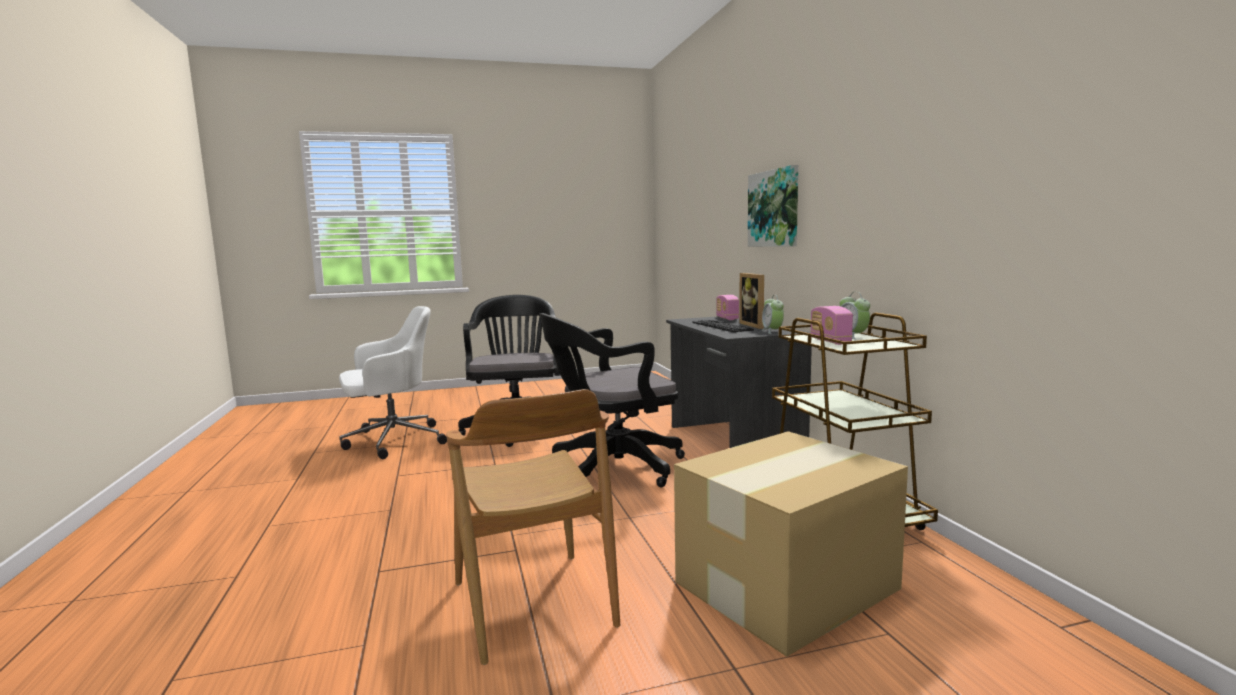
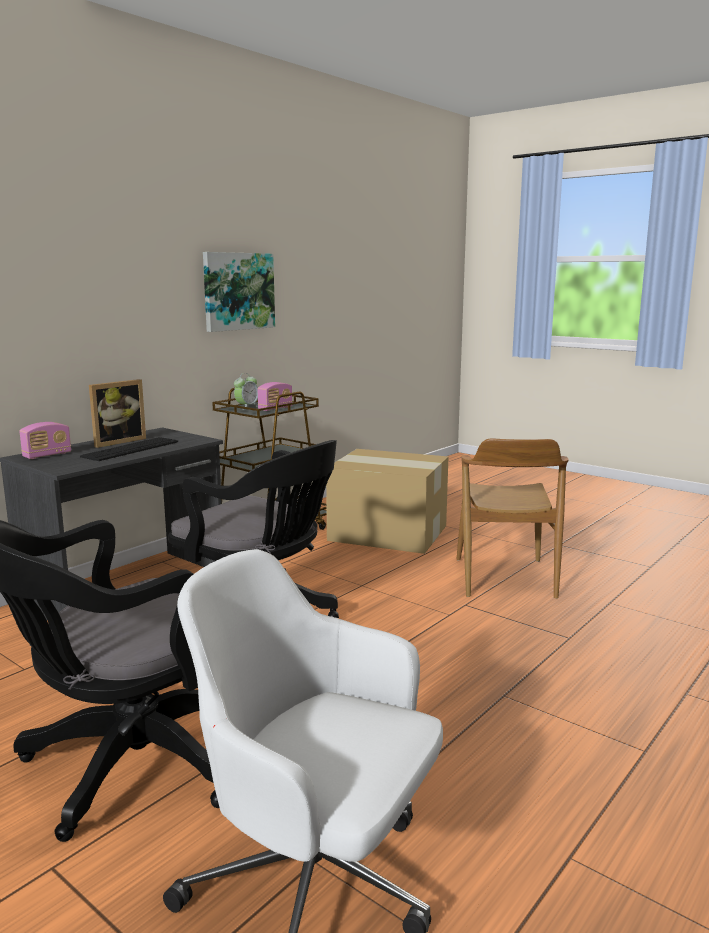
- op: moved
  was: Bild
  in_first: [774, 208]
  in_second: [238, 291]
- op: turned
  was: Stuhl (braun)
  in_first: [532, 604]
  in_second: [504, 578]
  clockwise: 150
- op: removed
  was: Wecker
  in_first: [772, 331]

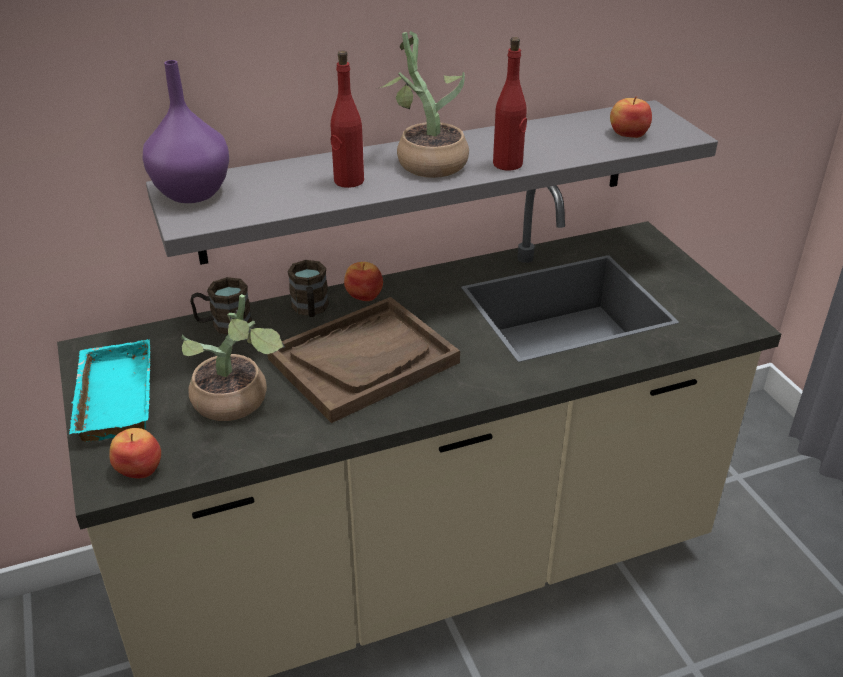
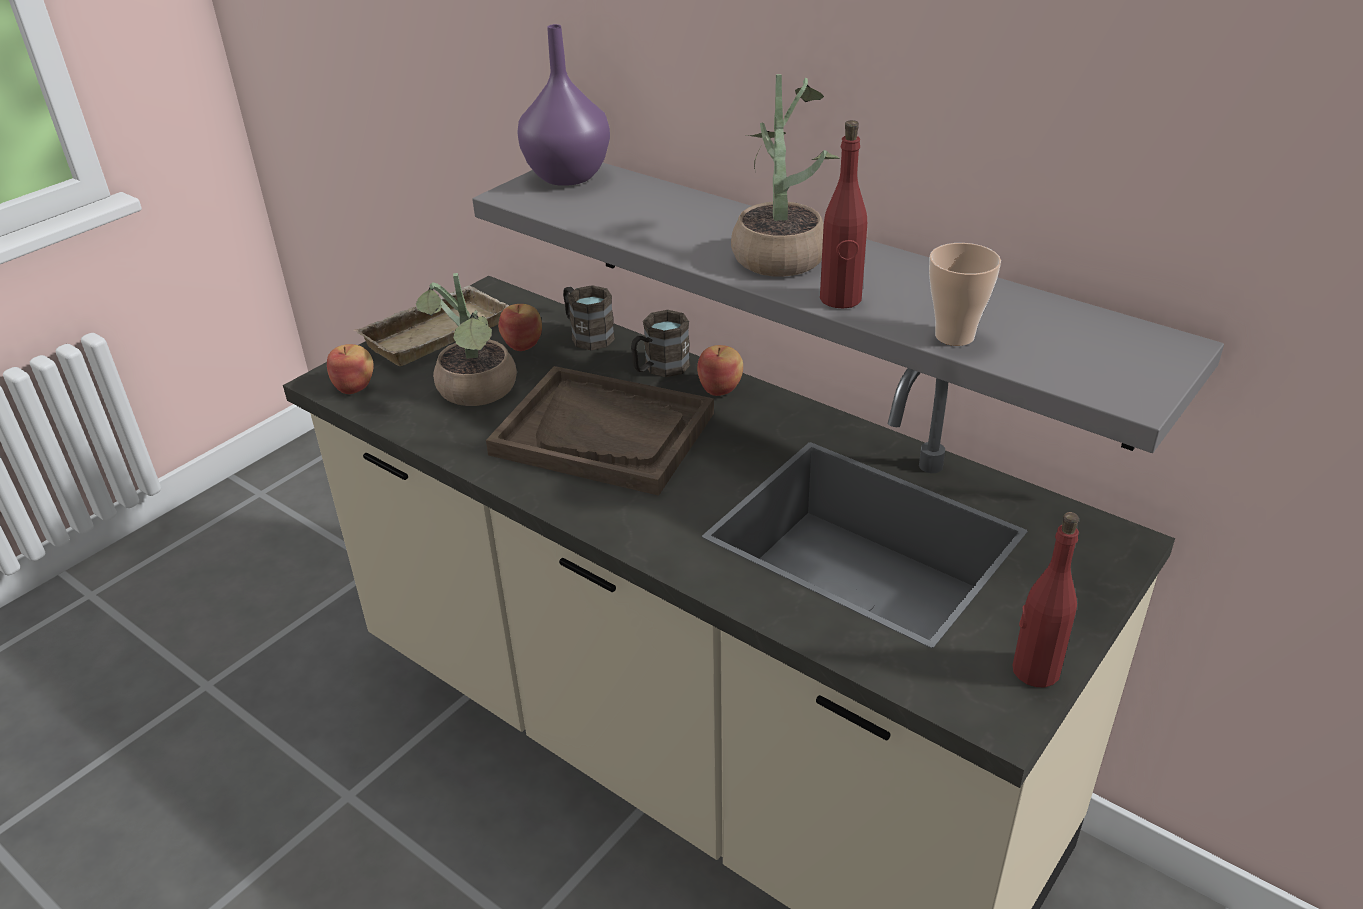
- op: recoloured
  was: Tablett (türkis)
  now: Tablett (beige)
  in_first: [111, 397]
  in_second: [435, 332]
- op: moved
  was: Apfel
  in_first: [628, 133]
  in_second: [523, 343]
- op: added
  now: Tasse
  in_second: [954, 336]
- op: moved
  was: Flasche (rot)
  in_first: [348, 181]
  in_second: [1035, 670]

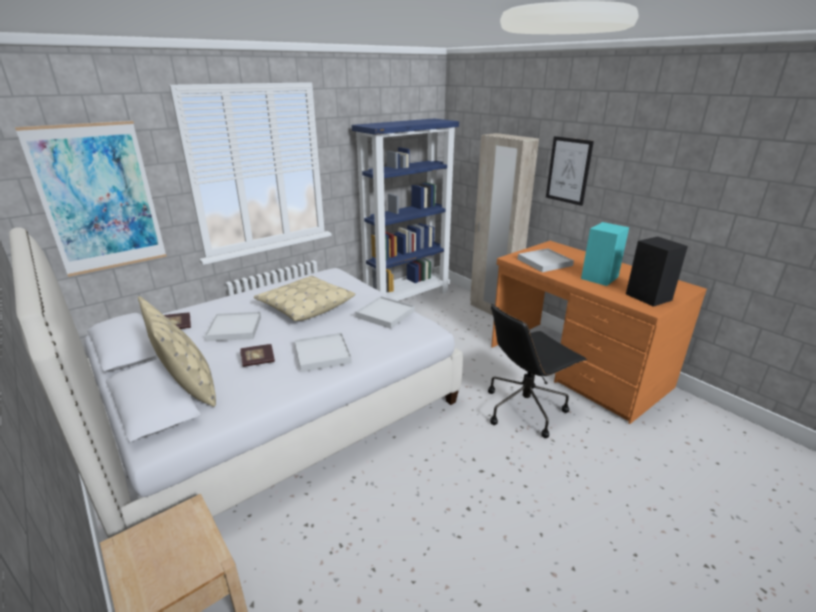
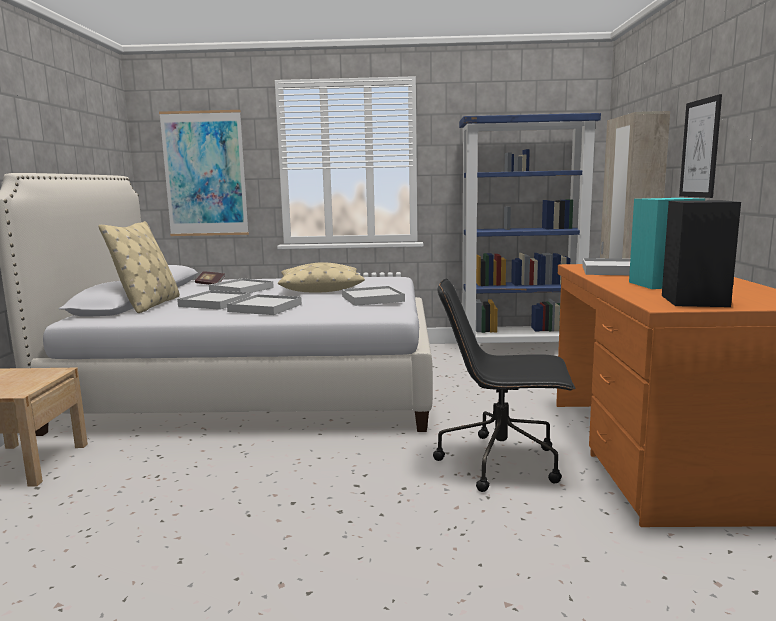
- op: replaced
  was: Buch
  now: Tablett (weiß)
  in_first: [258, 361]
  in_second: [215, 303]

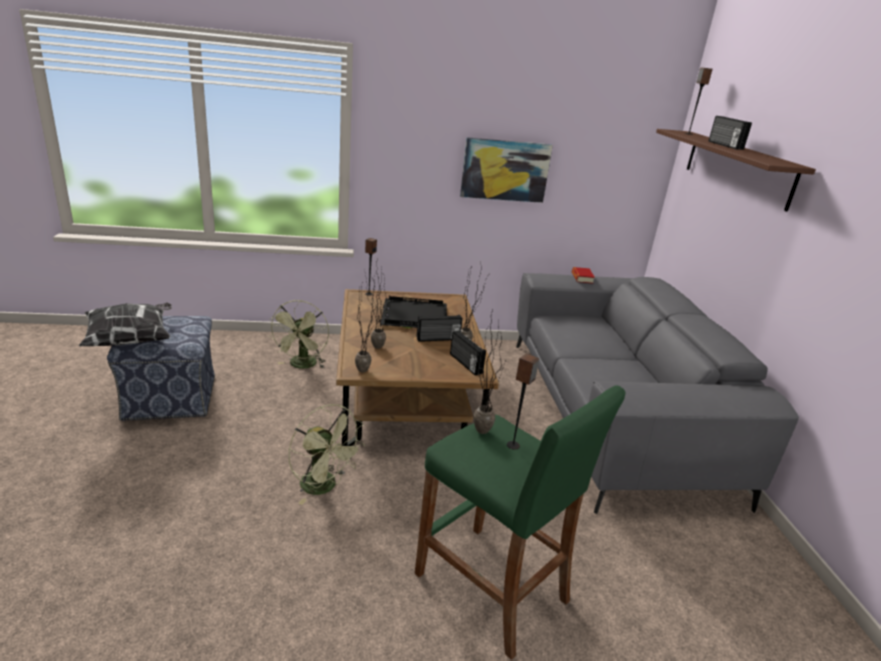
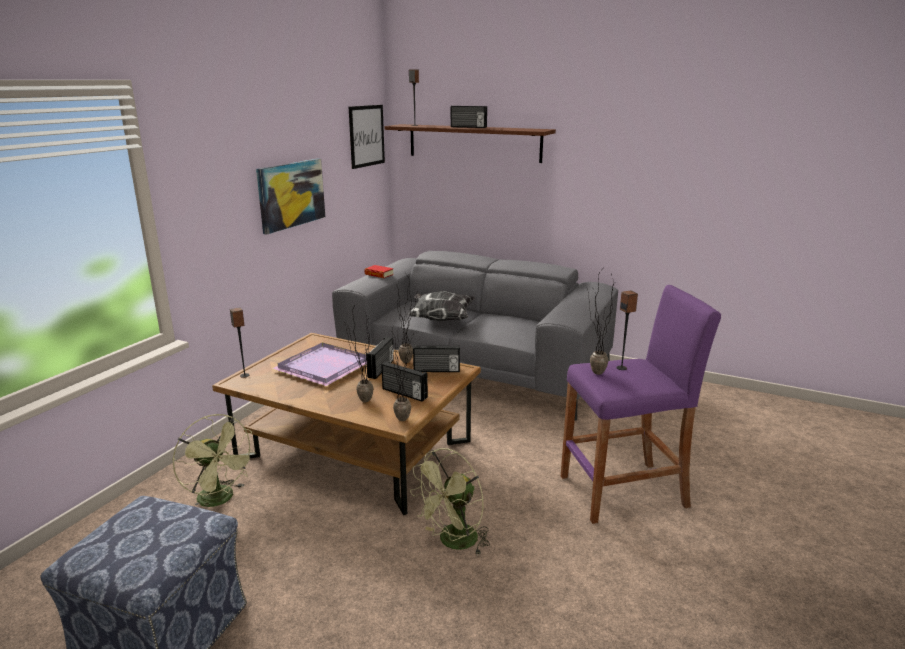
- op: recoloured
  was: Tablett (schwarz)
  now: Tablett (lila)
  in_first: [413, 315]
  in_second: [322, 367]
- op: added
  now: Bild
  in_second: [366, 136]
- op: added
  now: Radio
  in_second: [404, 393]
- op: moved
  was: Kissen
  in_first: [131, 340]
  in_second: [441, 319]
- op: turned
  was: Ventilator (grün)
  in_first: [324, 487]
  in_second: [453, 542]
  clockwise: 150
- op: recoloured
  was: Hocker (grün)
  now: Hocker (lila)
  in_first: [491, 587]
  in_second: [624, 491]

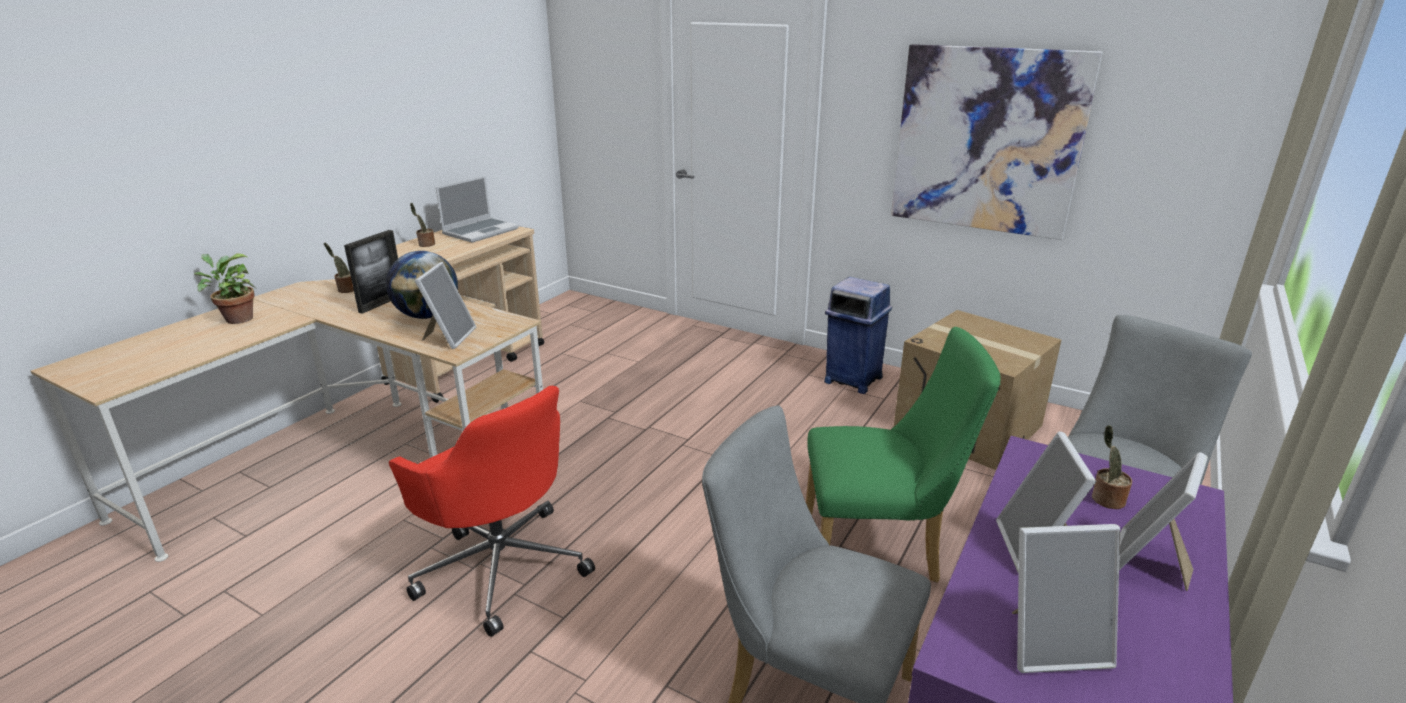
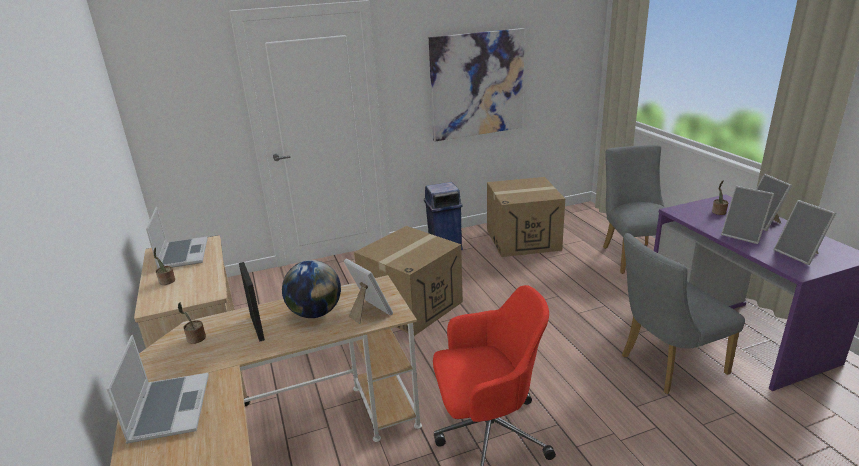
- op: replaced
  was: Topfpflanze
  now: Laptop
  in_first: [236, 319]
  in_second: [169, 408]
- op: added
  now: Karton
  in_second: [411, 305]
- op: turned
  was: Bilderrahmen
  in_first: [1051, 643]
  in_second: [799, 254]
  clockwise: 120
- op: removed
  was: Stuhl (grün)
  in_first: [880, 548]

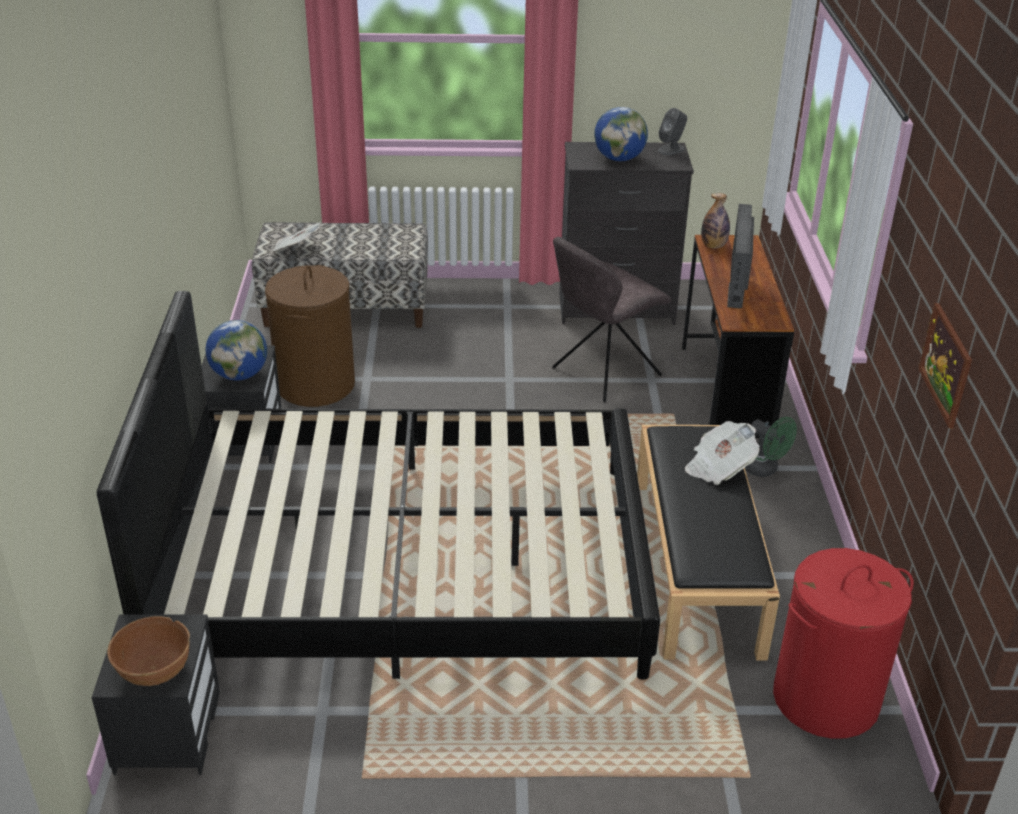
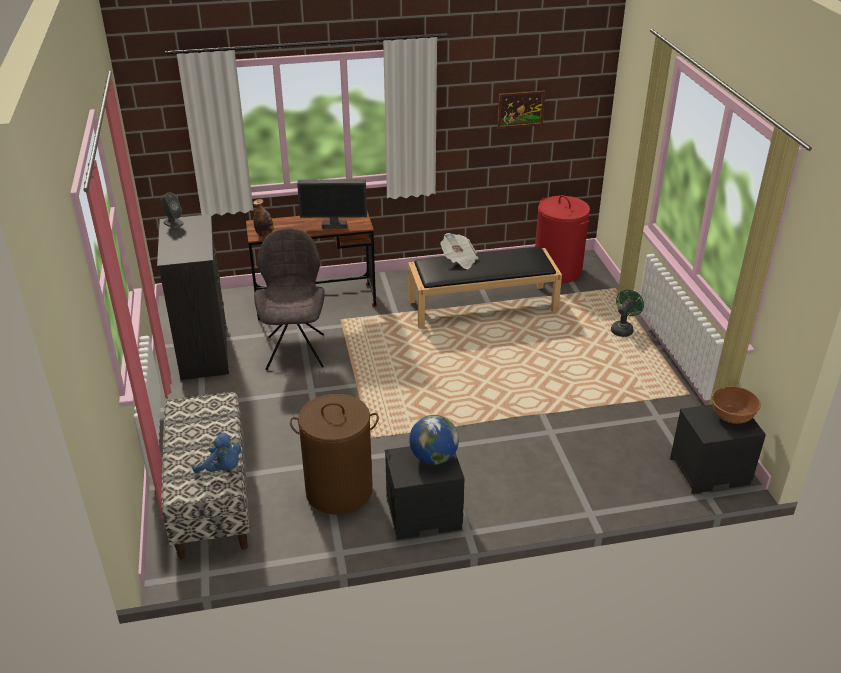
- op: replaced
  was: Zeitung
  now: Plüschtier (blau)
  in_first: [296, 250]
  in_second: [222, 468]
- op: turned
  was: Stuhl (grau)
  in_first: [603, 373]
  in_second: [296, 350]
  clockwise: -135
- op: moved
  was: Ventilator (grün)
  in_first: [765, 469]
  in_second: [623, 329]
- op: removed
  was: Bett (schwarz)
  in_first: [405, 564]
- op: removed
  was: Globus
  in_first: [619, 158]

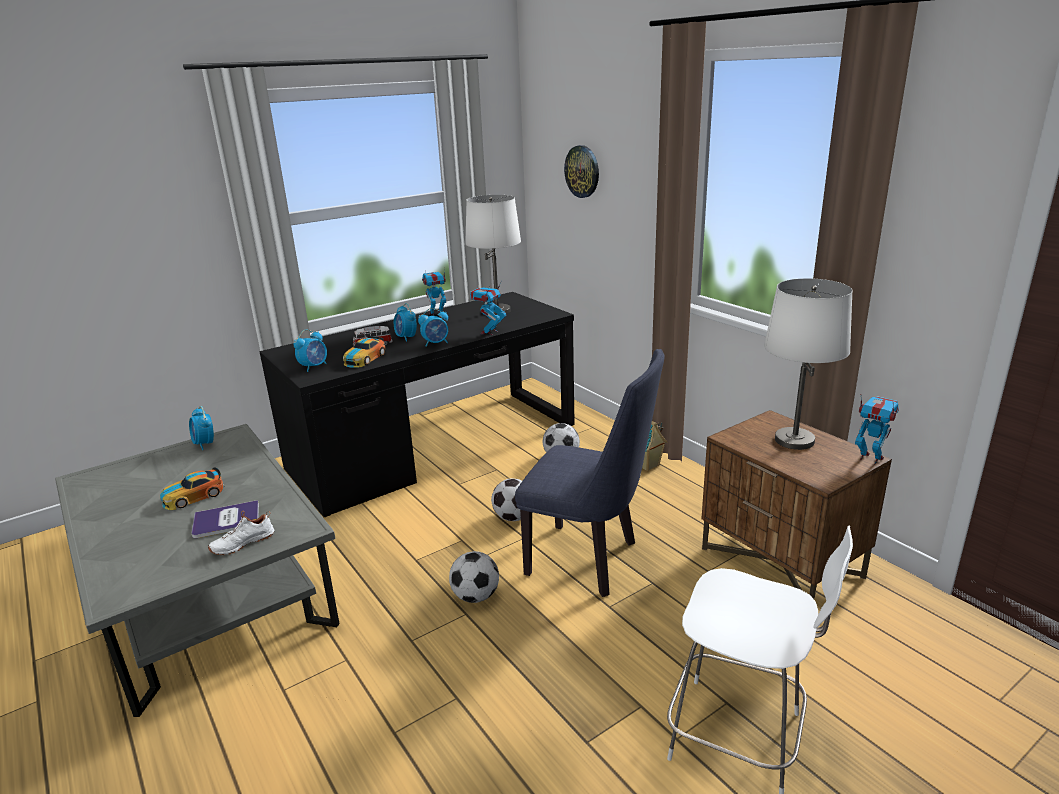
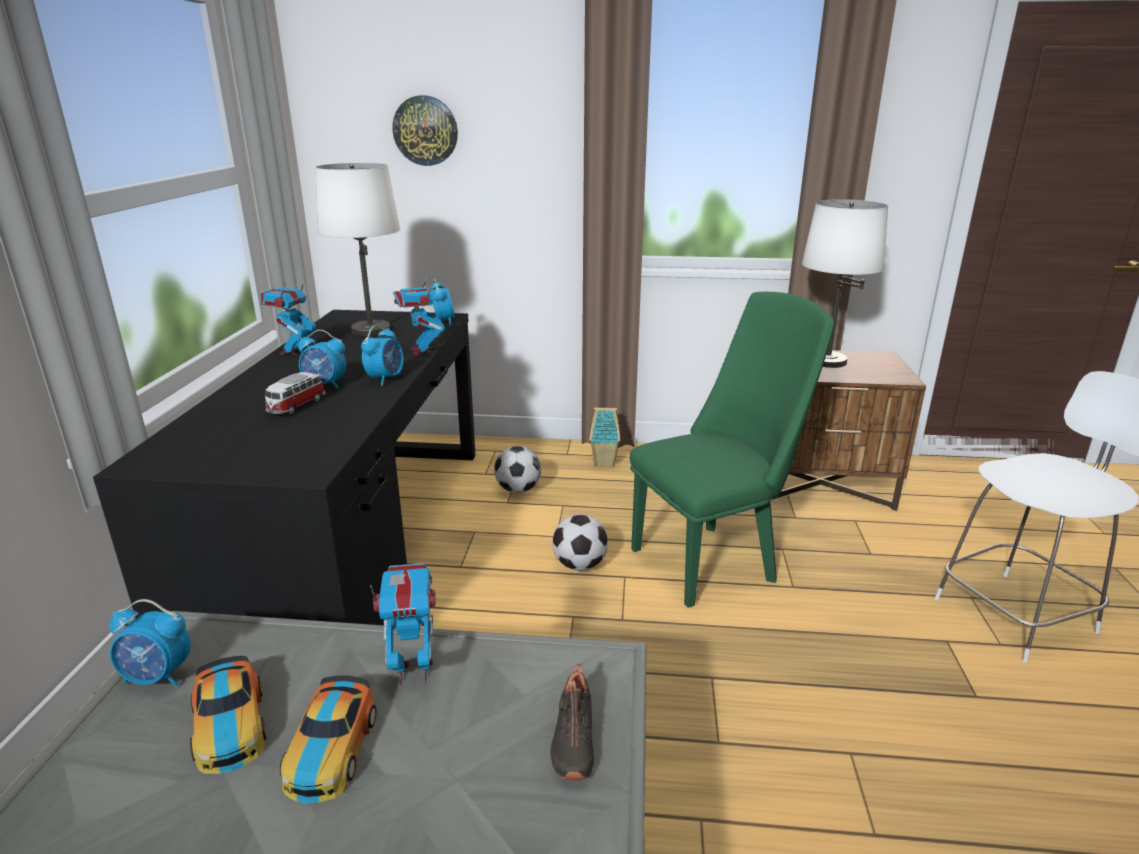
- op: moved
  was: Spielzeugauto
  in_first: [364, 359]
  in_second: [230, 726]
- op: moved
  was: Spielzeugroboter
  in_first: [870, 458]
  in_second: [414, 671]
- op: moved
  was: Wecker
  in_first: [314, 367]
  in_second: [443, 322]
- op: recoloured
  was: Schuh (weiß)
  now: Schuh (schwarz)
  in_first: [242, 543]
  in_second: [571, 740]
- op: recoloured
  was: Stuhl (blau)
  now: Stuhl (grün)
  in_first: [591, 560]
  in_second: [712, 560]
- op: removed
  was: Buch
  in_first: [226, 520]
- op: removed
  was: Fußball
  in_first: [475, 596]

